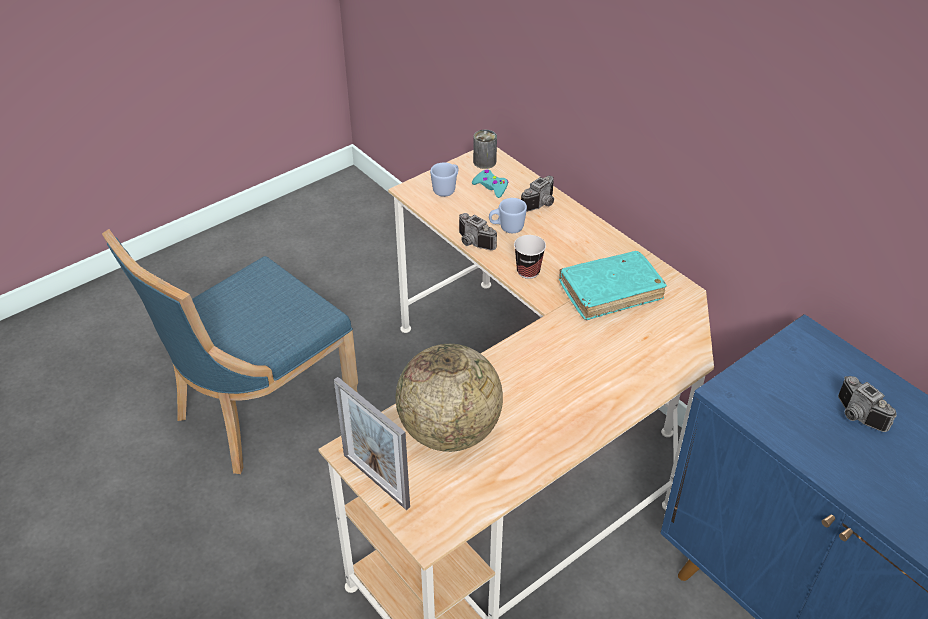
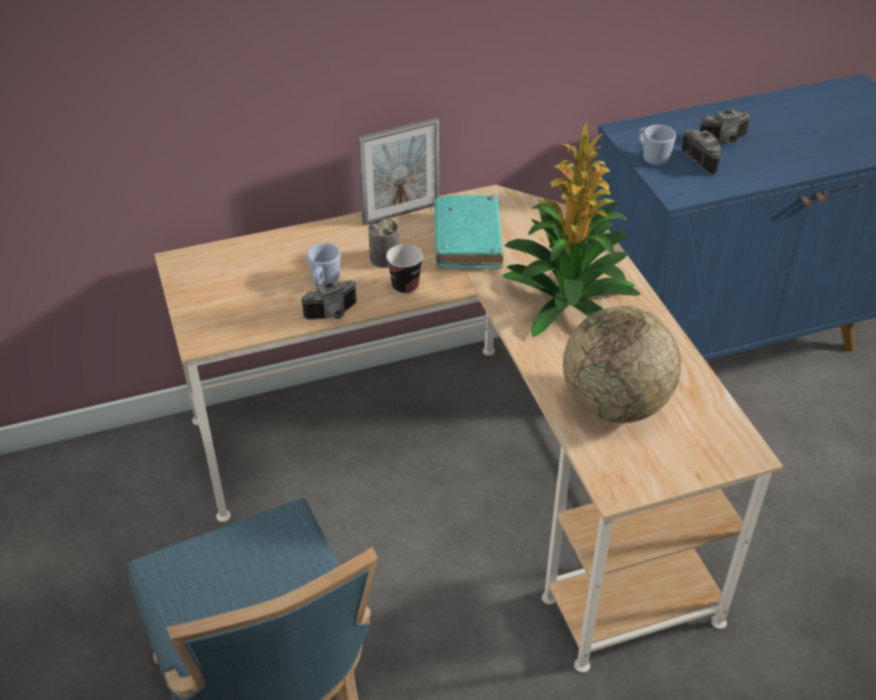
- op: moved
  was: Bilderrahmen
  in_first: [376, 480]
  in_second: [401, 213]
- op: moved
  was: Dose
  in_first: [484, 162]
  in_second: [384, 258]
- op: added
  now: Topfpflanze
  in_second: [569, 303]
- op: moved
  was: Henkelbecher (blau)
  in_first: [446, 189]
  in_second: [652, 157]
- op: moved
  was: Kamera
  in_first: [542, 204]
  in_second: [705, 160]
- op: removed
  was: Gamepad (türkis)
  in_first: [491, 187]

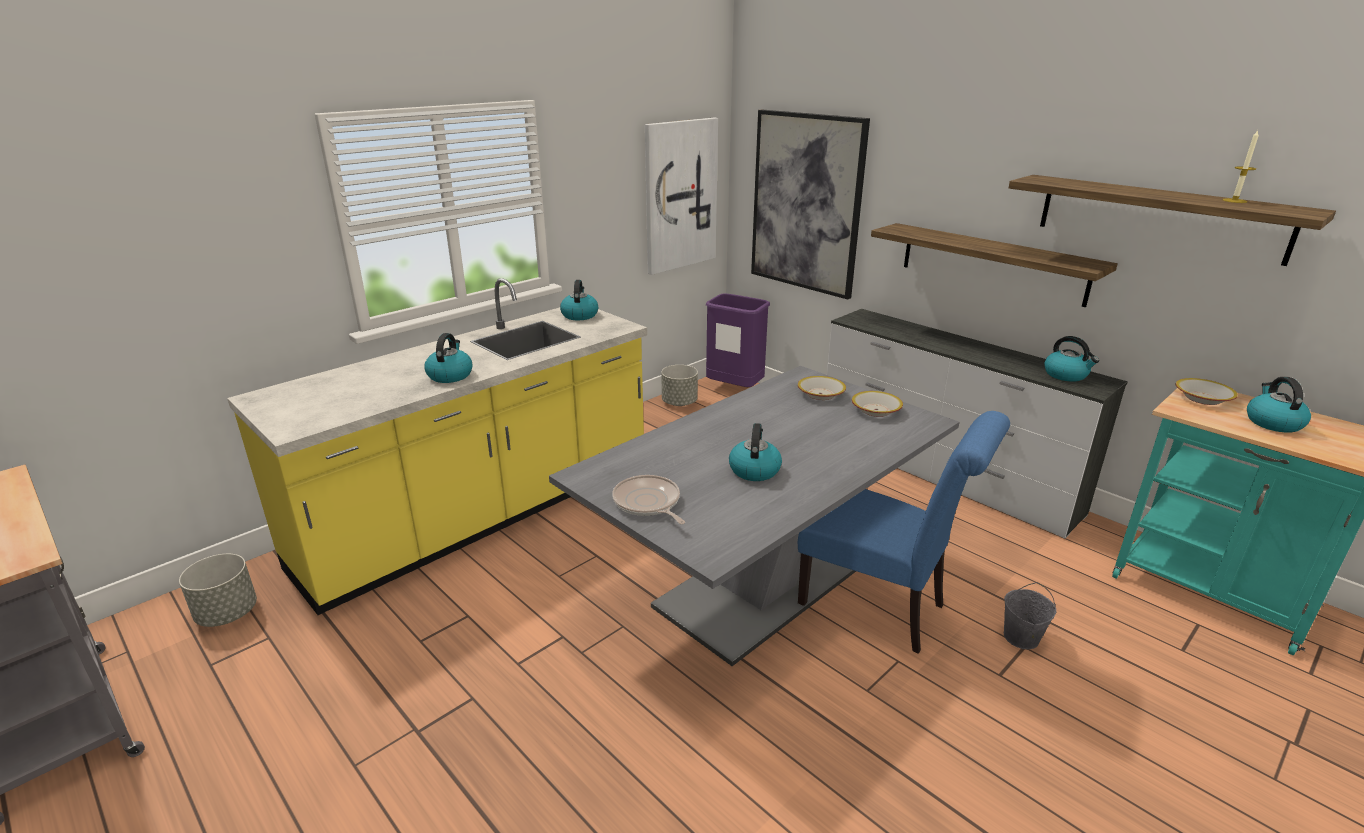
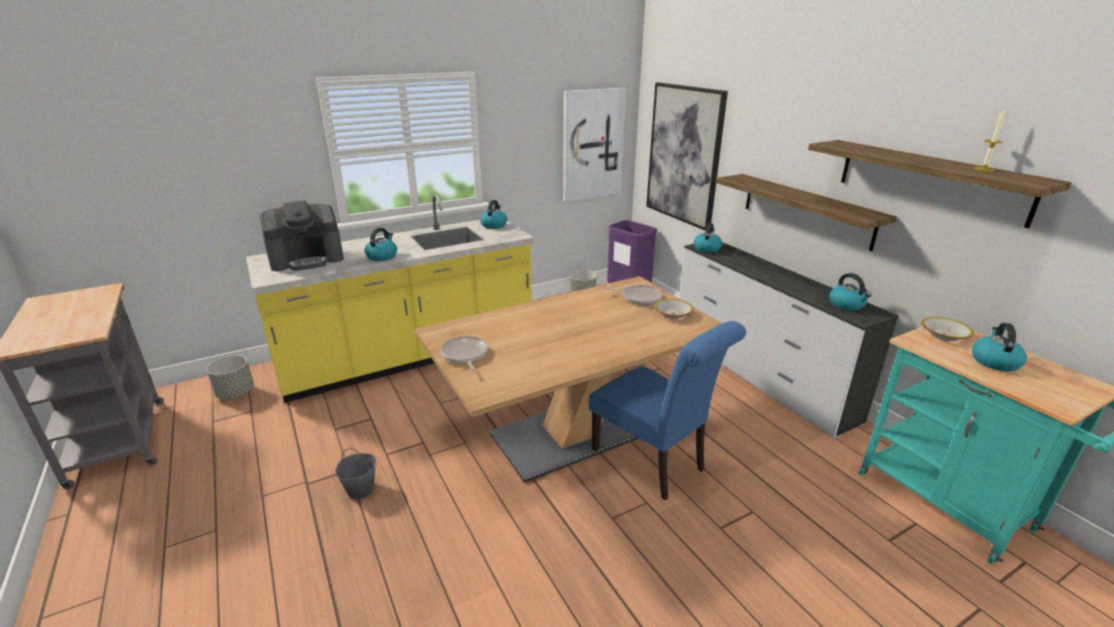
- op: added
  now: Kaffeemaschine
  in_second: [307, 259]
- op: moved
  was: Eimer (grau)
  in_first: [1021, 638]
  in_second: [360, 490]
- op: recoloured
  was: Esstisch (grau)
  now: Esstisch (braun)
  in_first: [759, 587]
  in_second: [572, 433]
- op: replaced
  was: Schüssel
  now: Pfanne
  in_first: [820, 394]
  in_second: [639, 298]
- op: moved
  was: Wasserkessel
  in_first: [754, 470]
  in_second: [707, 248]

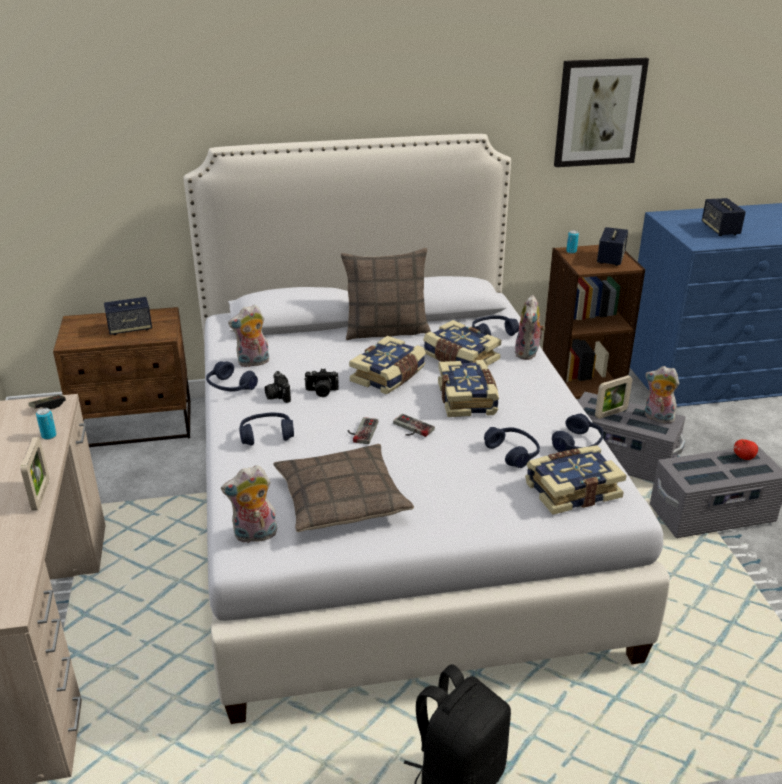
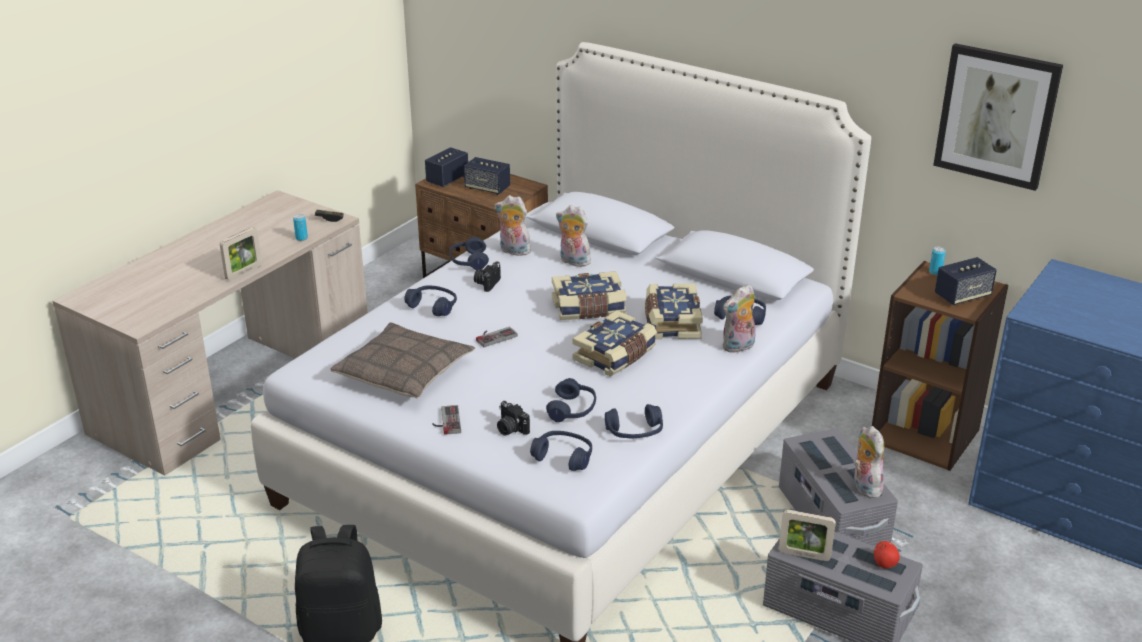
- op: moved
  was: Lautsprecher
  in_first: [720, 230]
  in_second: [447, 179]
- op: moved
  was: Gamepad
  in_first: [410, 428]
  in_second: [445, 421]
- op: moved
  was: Kamera
  in_first: [321, 392]
  in_second: [510, 429]
- op: replaced
  was: Buch
  now: Kopfhörer (blau)
  in_first: [571, 490]
  in_second: [563, 457]
- op: moved
  was: Plüschtier
  in_first: [254, 536]
  in_second: [573, 262]
- op: moved
  was: Bilderrahmen
  in_first: [611, 413]
  in_second: [804, 555]
- op: removed
  was: Kissen
  in_first: [386, 331]

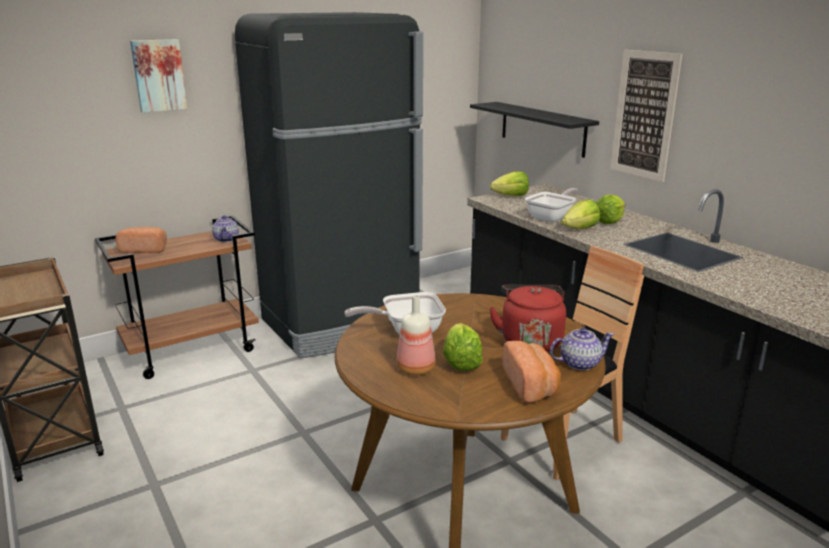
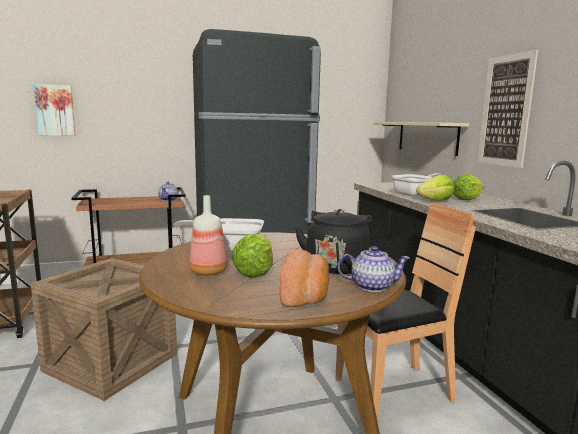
- op: added
  now: Kiste
  in_second: [111, 362]
- op: moved
  was: Bild
  in_first: [159, 75]
  in_second: [55, 110]
- op: recoloured
  was: Wasserkessel (rot)
  now: Wasserkessel (schwarz)
  in_first: [530, 340]
  in_second: [336, 266]
- op: recoloured
  was: Wandregal (schwarz)
  now: Wandregal (beige)
  in_first: [542, 128]
  in_second: [427, 137]
- op: removed
  was: Brot
  in_first: [145, 249]
- op: removed
  was: Salatkopf
  in_first: [511, 196]

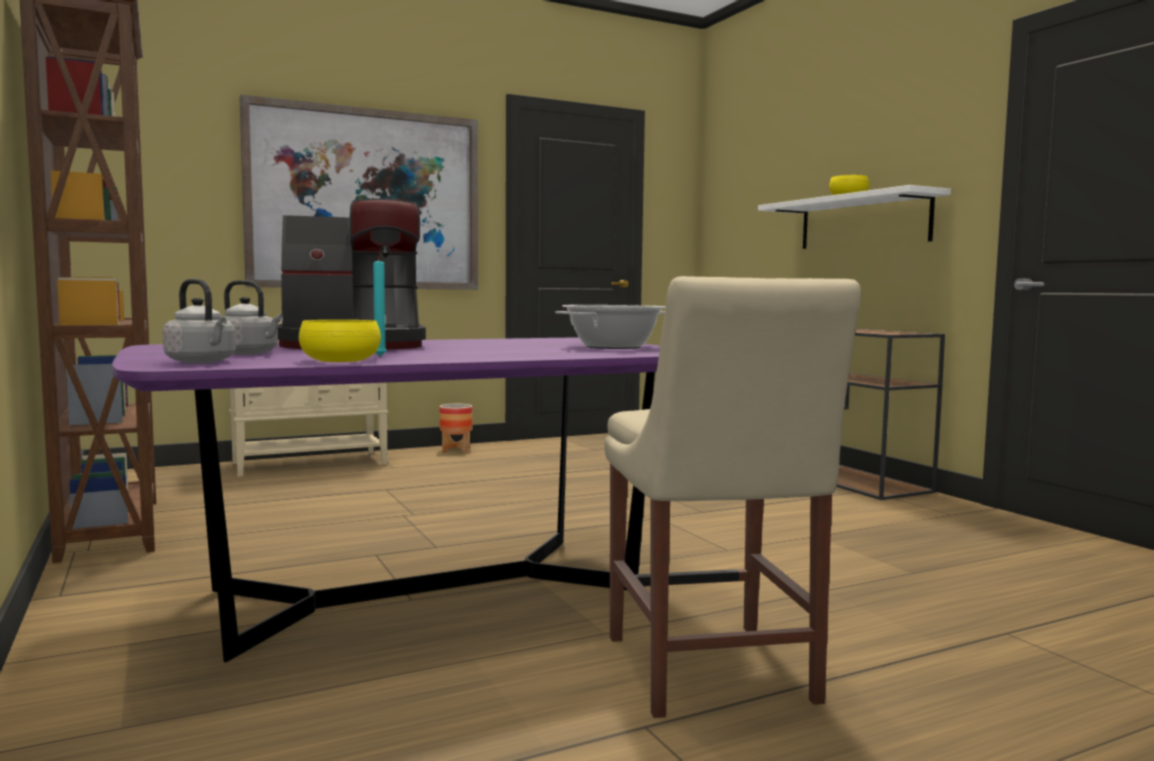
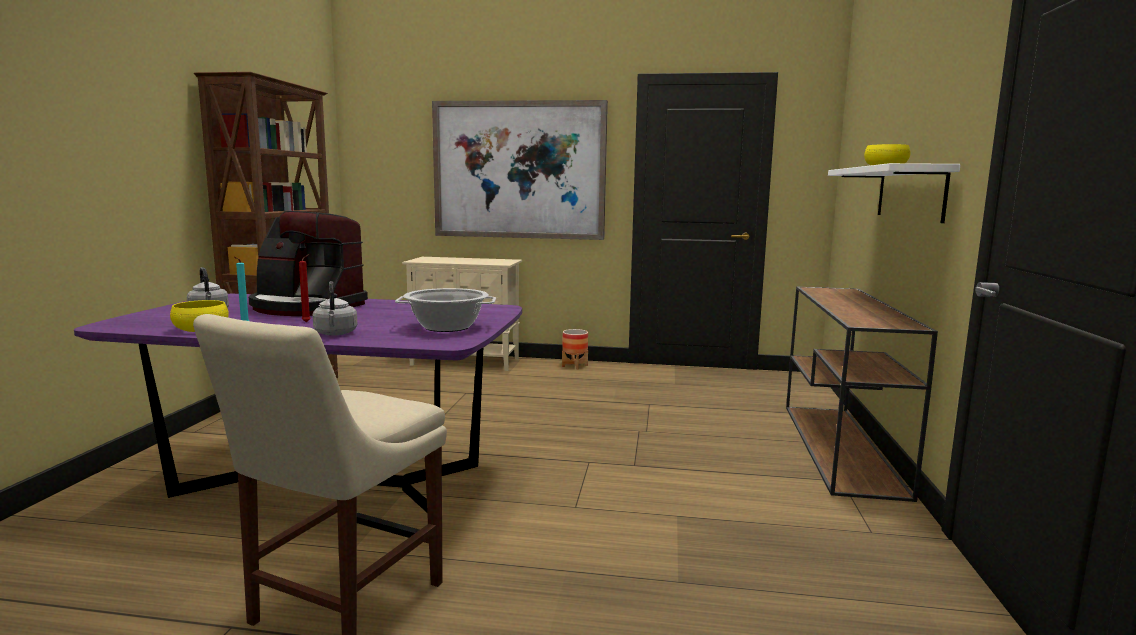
- op: added
  now: Kerze (rot)
  in_second: [307, 322]
- op: moved
  was: Wasserkessel (grau)
  in_first: [202, 362]
  in_second: [335, 334]

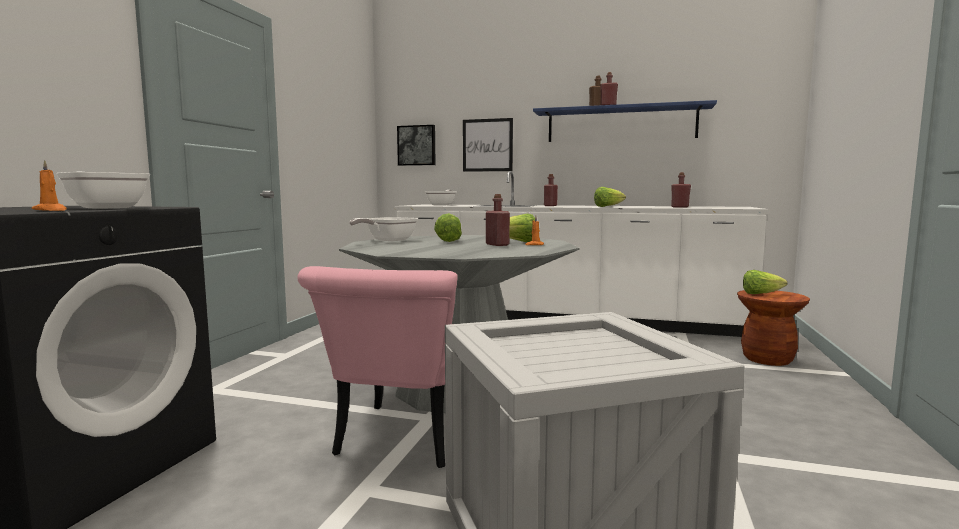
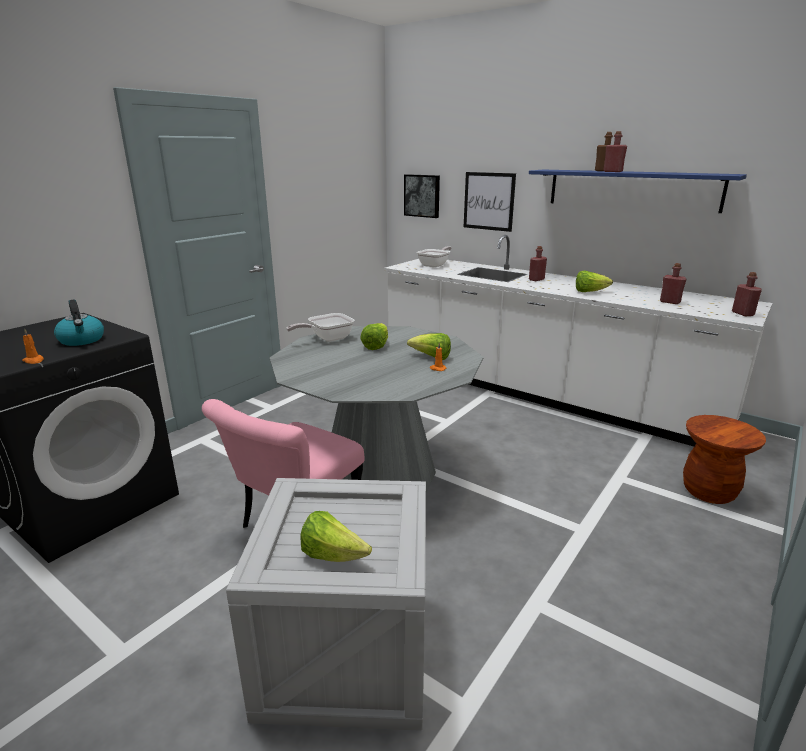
- op: replaced
  was: Pfanne
  now: Wasserkessel
  in_first: [104, 207]
  in_second: [82, 340]
- op: moved
  was: Salatkopf
  in_first: [761, 294]
  in_second: [333, 555]
- op: moved
  was: Flasche (rot)
  in_first: [497, 245]
  in_second: [742, 313]

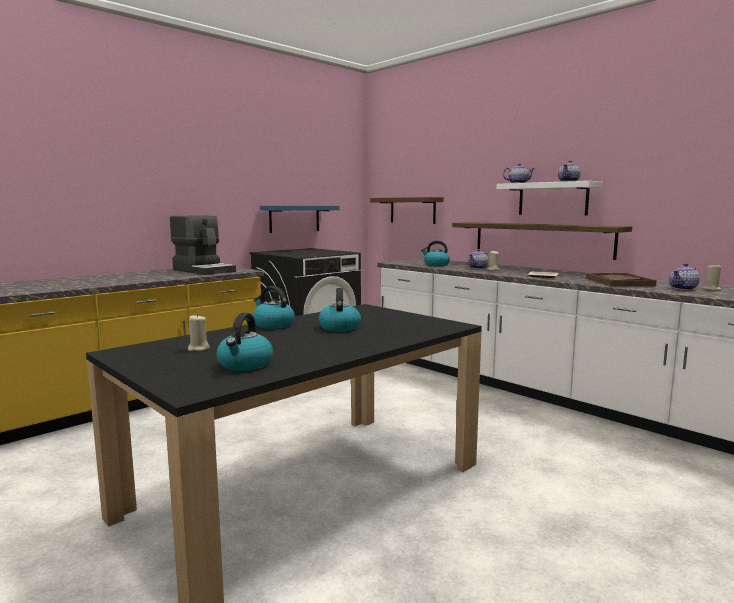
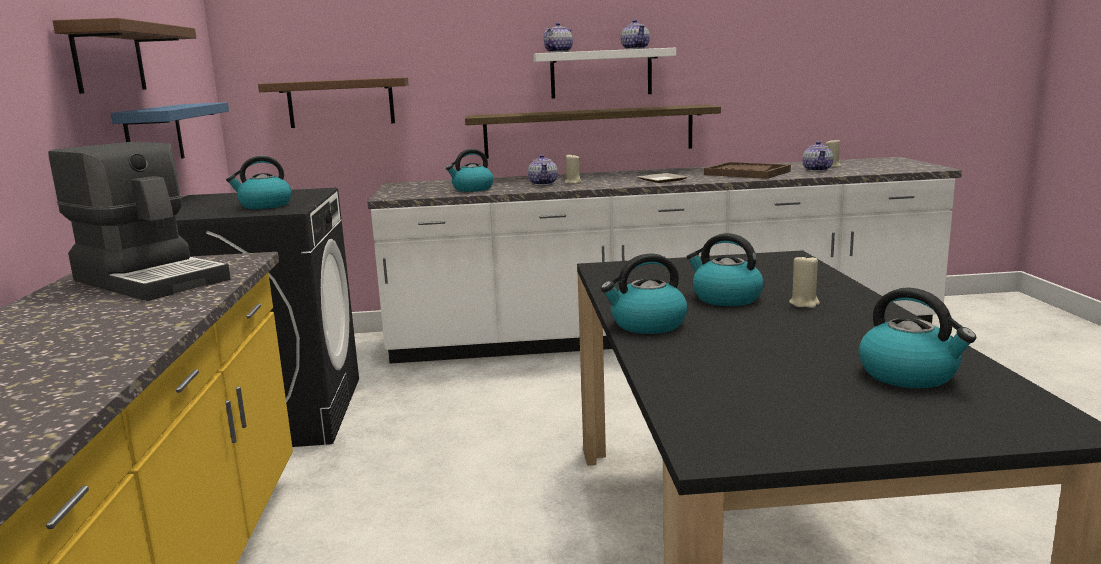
- op: turned
  was: Kaffeemaschine
  in_first: [204, 270]
  in_second: [152, 279]
  clockwise: 45
- op: added
  now: Wandregal (braun)
  in_second: [109, 58]
- op: added
  now: Wasserkessel
  in_second: [264, 205]
- op: moved
  was: Kerze (beige)
  in_first: [198, 348]
  in_second: [804, 303]

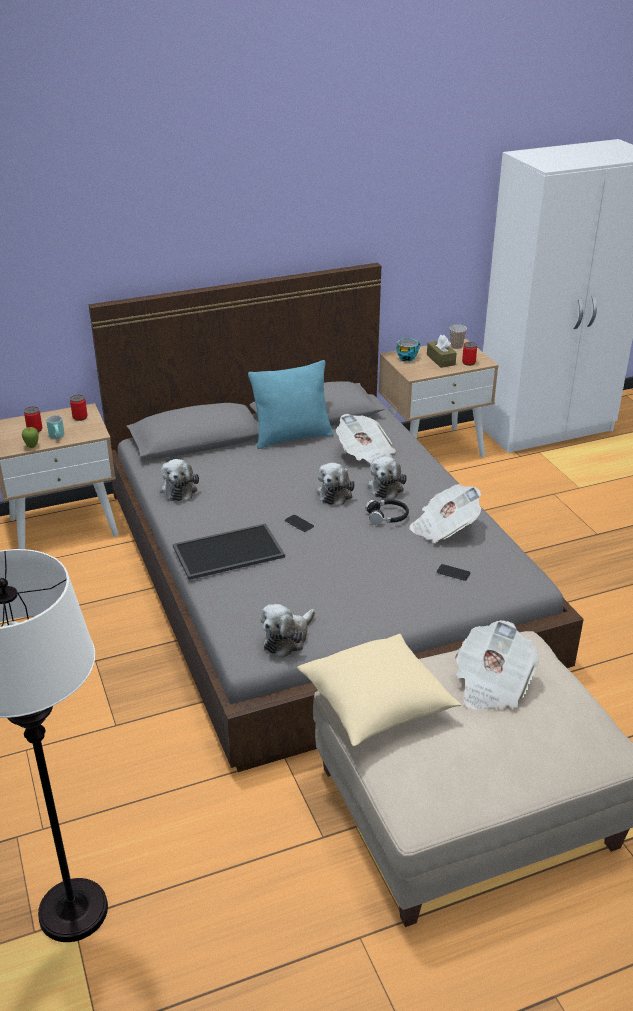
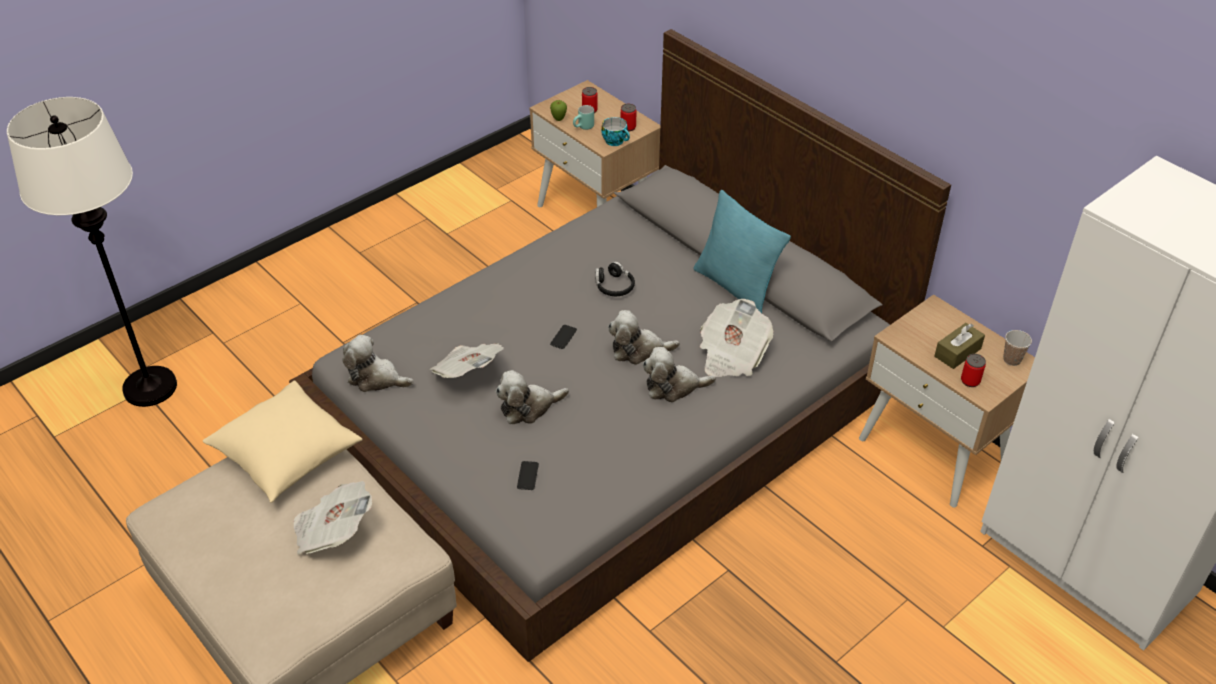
- op: moved
  was: Zeitung
  in_first: [444, 528]
  in_second: [467, 373]
- op: moved
  was: Plüschtier
  in_first: [179, 489]
  in_second: [528, 407]
- op: moved
  was: Kopfhörer (schwarz)
  in_first: [387, 517]
  in_second: [614, 286]
- op: moved
  was: Tasse
  in_first: [407, 357]
  in_second: [616, 141]
- op: removed
  was: Tablett
  in_first: [228, 553]

